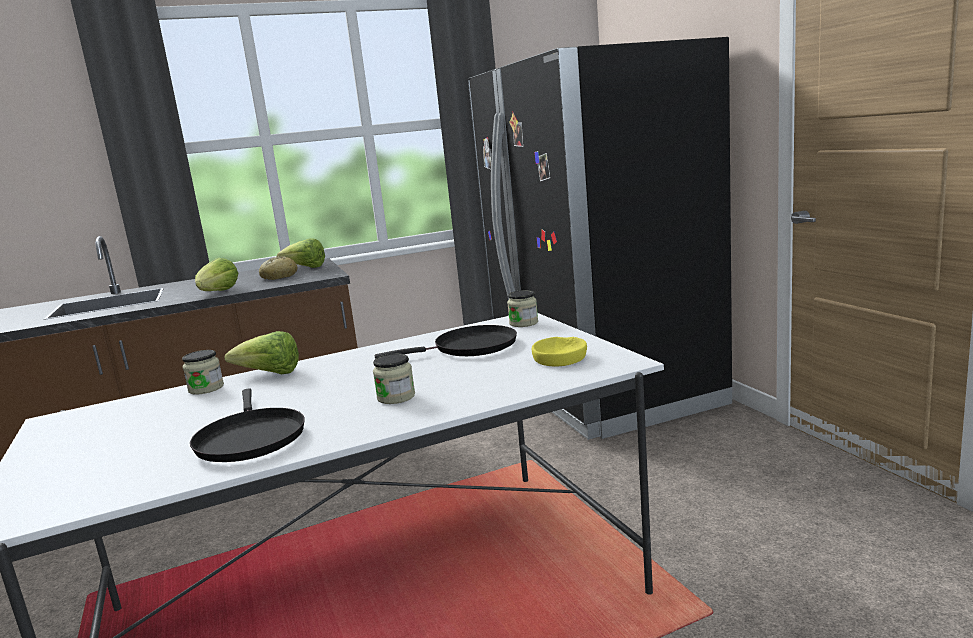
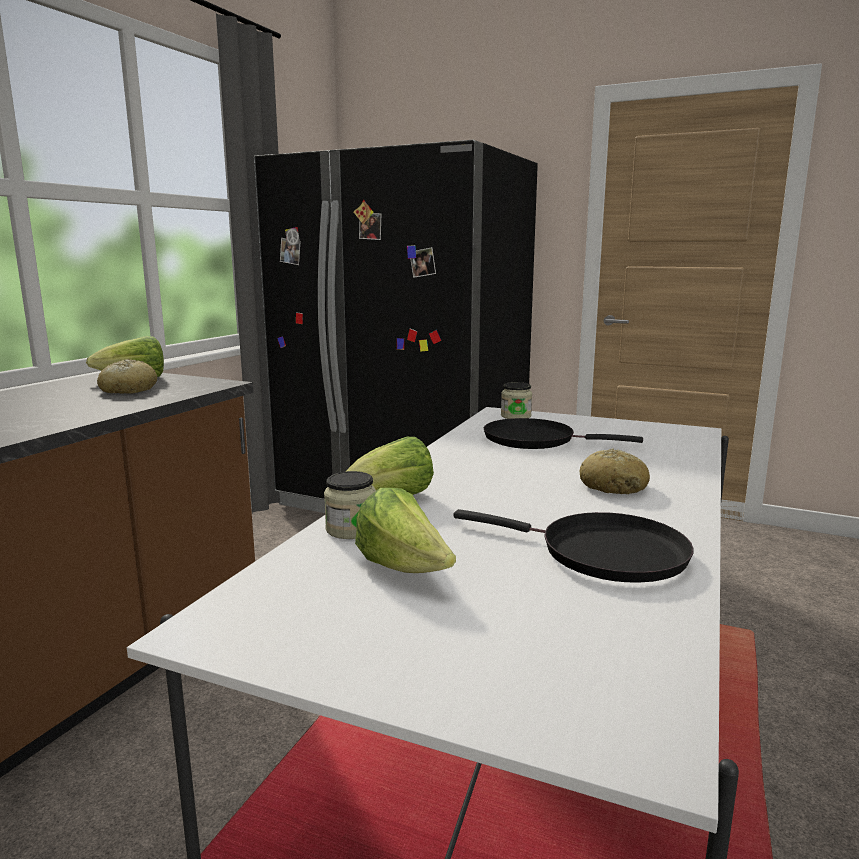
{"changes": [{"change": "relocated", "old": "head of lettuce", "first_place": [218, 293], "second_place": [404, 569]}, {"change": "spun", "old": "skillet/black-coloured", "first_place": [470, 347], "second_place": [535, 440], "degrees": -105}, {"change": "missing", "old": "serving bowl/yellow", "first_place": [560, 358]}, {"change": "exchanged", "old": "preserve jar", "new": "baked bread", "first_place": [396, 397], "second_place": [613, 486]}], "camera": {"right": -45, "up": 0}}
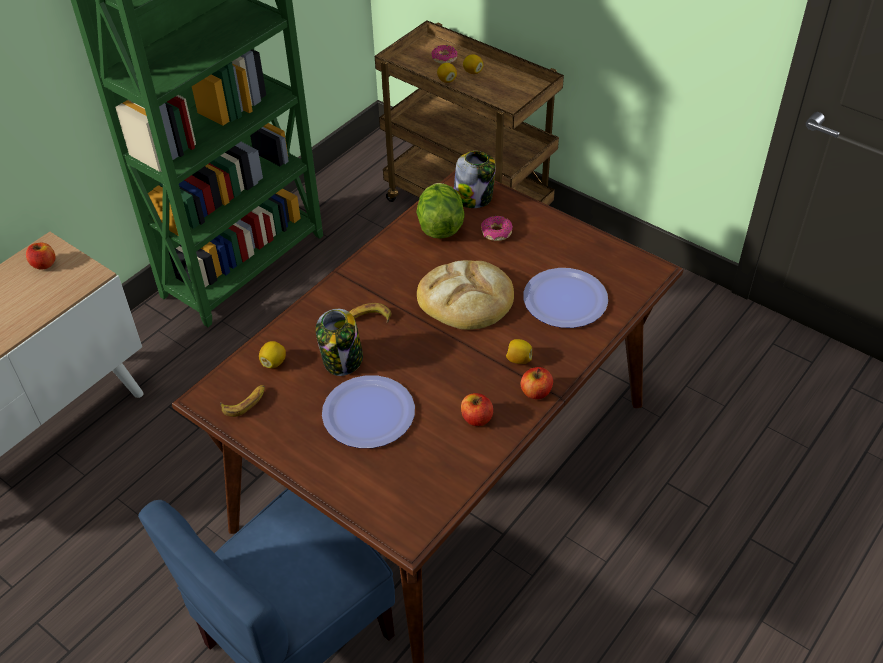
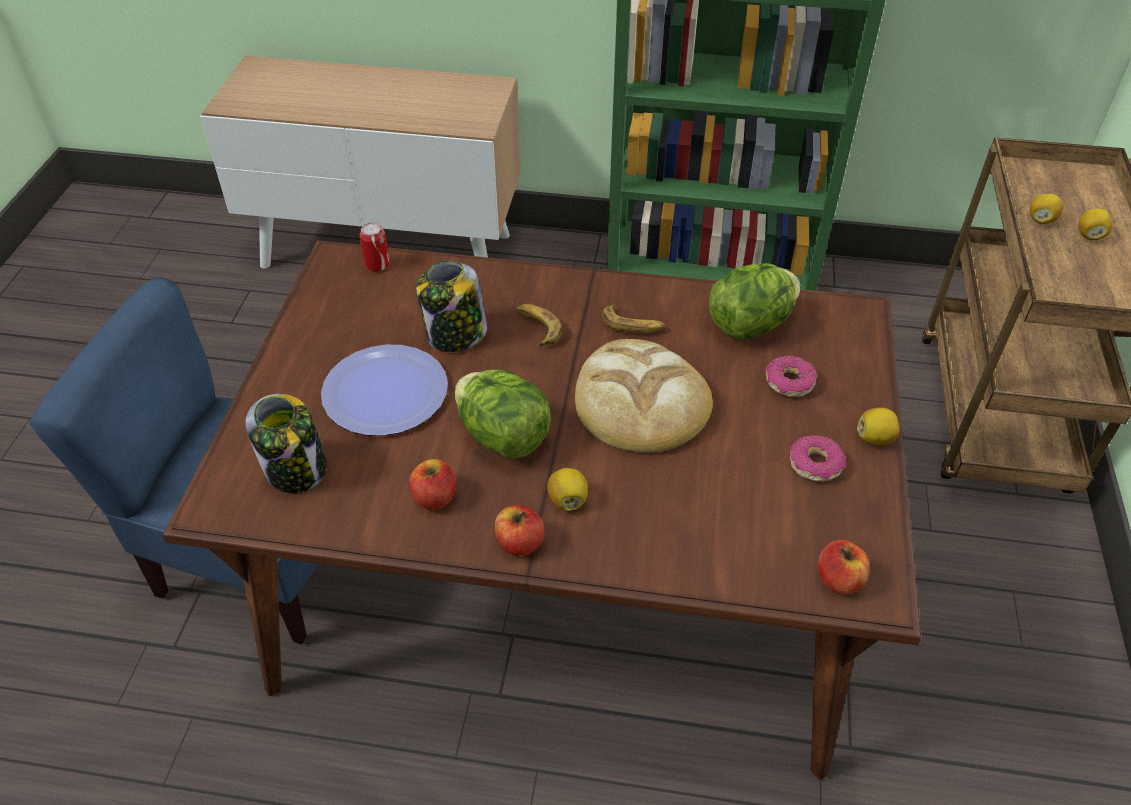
{"changes": [{"change": "relocated", "old": "ring doughnut", "first_place": [444, 59], "second_place": [815, 464]}, {"change": "relocated", "old": "preserve jar", "first_place": [474, 197], "second_place": [296, 469]}, {"change": "relocated", "old": "apple", "first_place": [44, 264], "second_place": [839, 580]}, {"change": "missing", "old": "dinner plate", "first_place": [565, 299]}, {"change": "relocated", "old": "whole lemon", "first_place": [274, 362], "second_place": [875, 438]}, {"change": "relocated", "old": "whole banana", "first_place": [245, 403], "second_place": [632, 325]}, {"change": "appeared", "new": "sealed can", "second_place": [377, 265]}, {"change": "appeared", "new": "head of lettuce", "second_place": [503, 437]}], "camera": {"right": 60, "up": 0}}
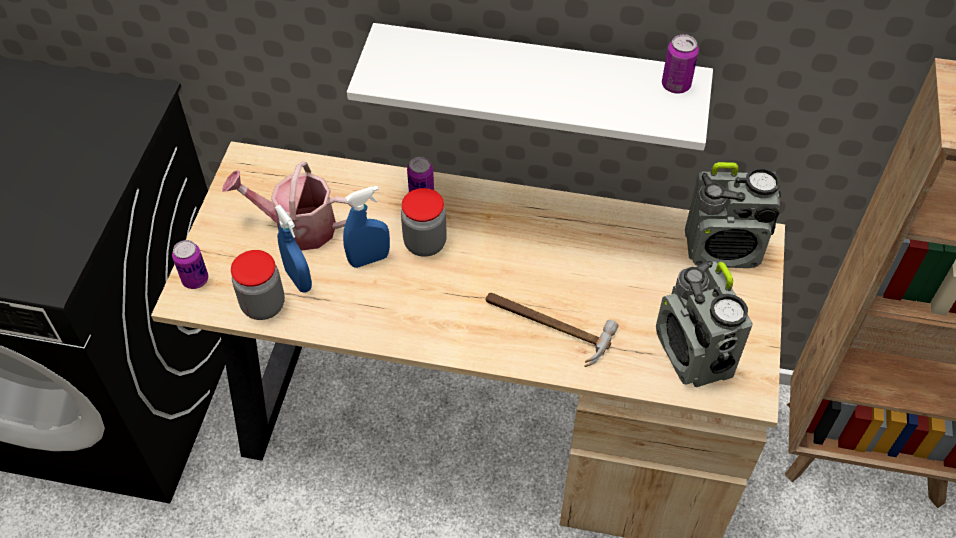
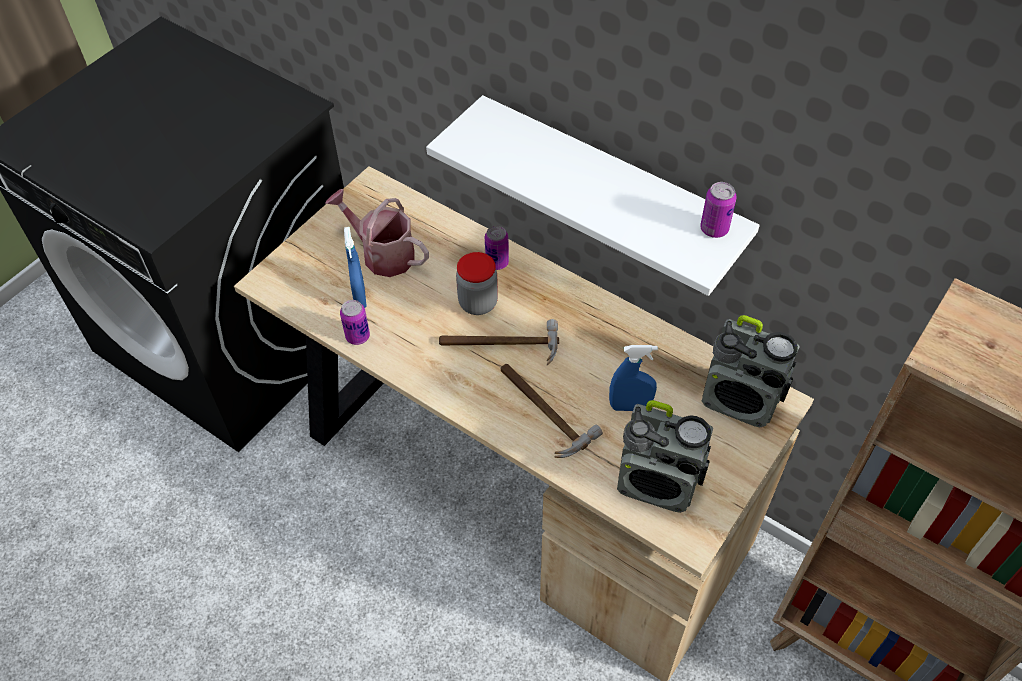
{"changes": [{"change": "relocated", "old": "spray bottle/blue-coloured", "first_place": [369, 259], "second_place": [630, 406]}, {"change": "relocated", "old": "sealed can", "first_place": [195, 280], "second_place": [357, 336]}, {"change": "missing", "old": "preserve jar", "first_place": [263, 305]}, {"change": "spun", "old": "radio set", "first_place": [693, 355], "second_place": [658, 484], "degrees": -75}, {"change": "appeared", "new": "tool hammer", "second_place": [499, 345]}], "camera": {"right": 25, "up": 0}}
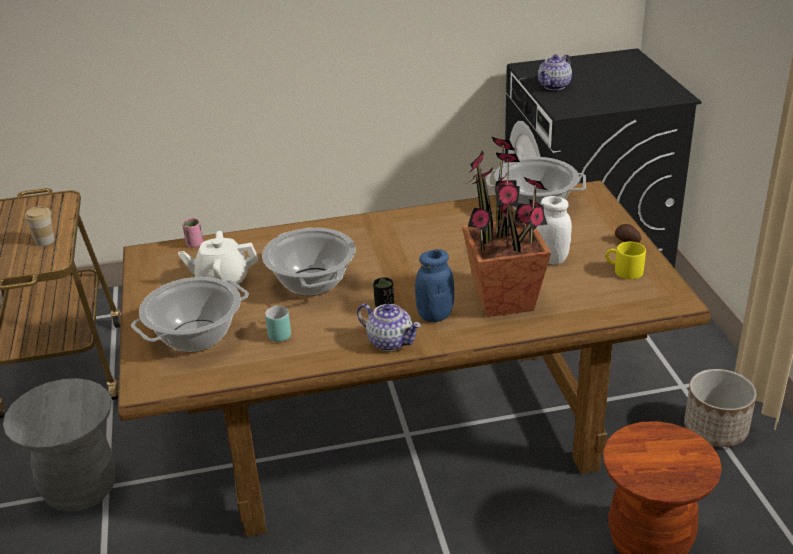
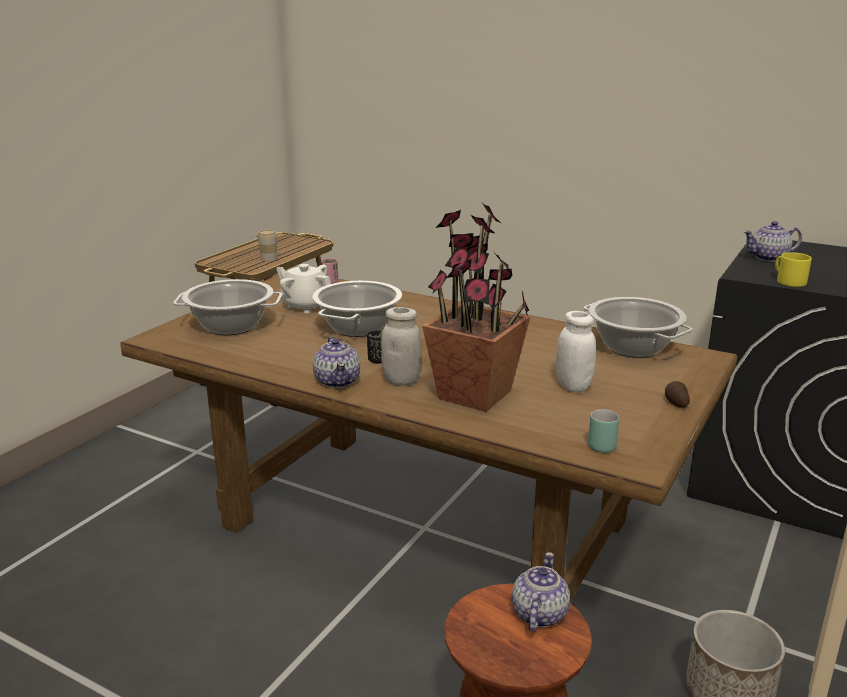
{"changes": [{"change": "relocated", "old": "coffee mug/yellow", "first_place": [623, 271], "second_place": [787, 281]}, {"change": "colour", "old": "preserve jar/blue-coloured", "new": "preserve jar/white", "first_place": [435, 315], "second_place": [401, 381]}, {"change": "relocated", "old": "coffee mug/turquoise-coloured", "first_place": [277, 333], "second_place": [602, 443]}, {"change": "missing", "old": "sitting stool/greyish", "first_place": [80, 489]}, {"change": "appeared", "new": "pot for tea", "second_place": [538, 614]}], "camera": {"right": 40, "up": -10}}
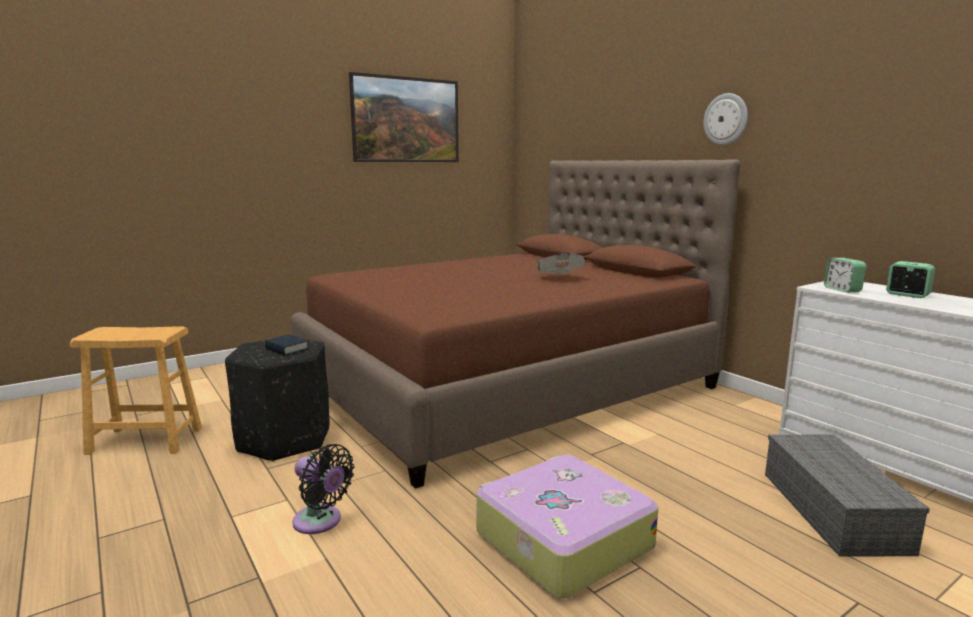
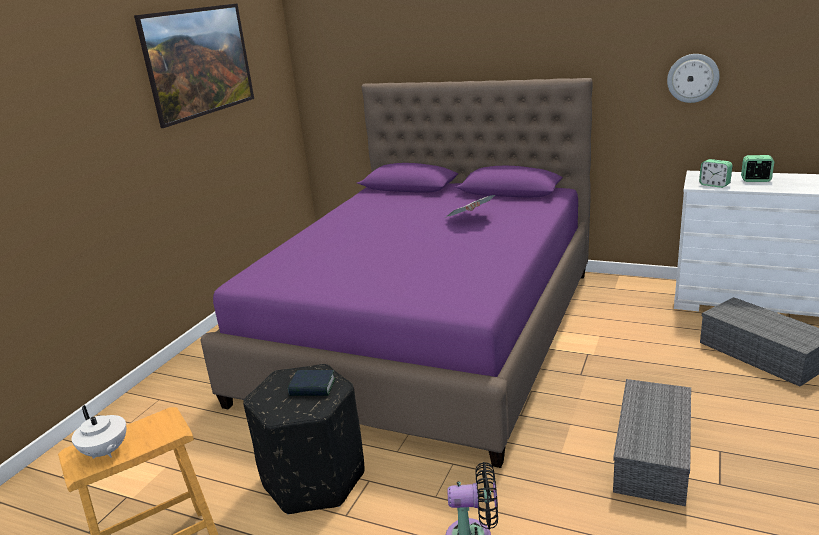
{"changes": [{"change": "relocated", "old": "clock on the wall", "first_place": [726, 119], "second_place": [692, 78]}, {"change": "colour", "old": "bedroom bed/brownish", "new": "bedroom bed/purplish", "first_place": [505, 384], "second_place": [428, 333]}, {"change": "exchanged", "old": "travel case", "new": "storage container/greyish", "first_place": [561, 539], "second_place": [653, 456]}, {"change": "appeared", "new": "pot for tea/white", "second_place": [105, 452]}], "camera": {"right": -30, "up": 10}}
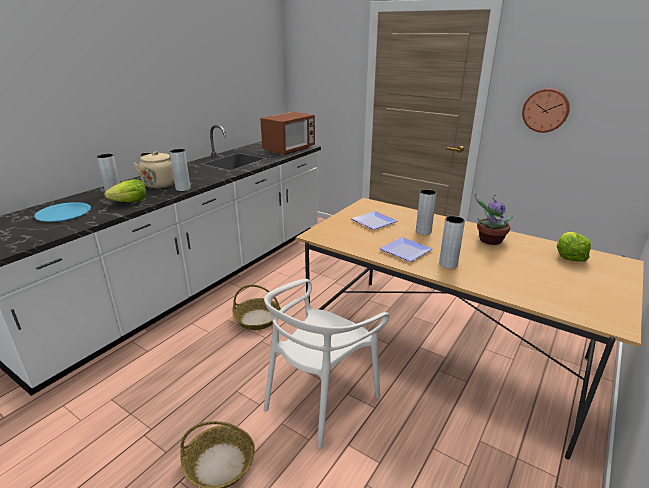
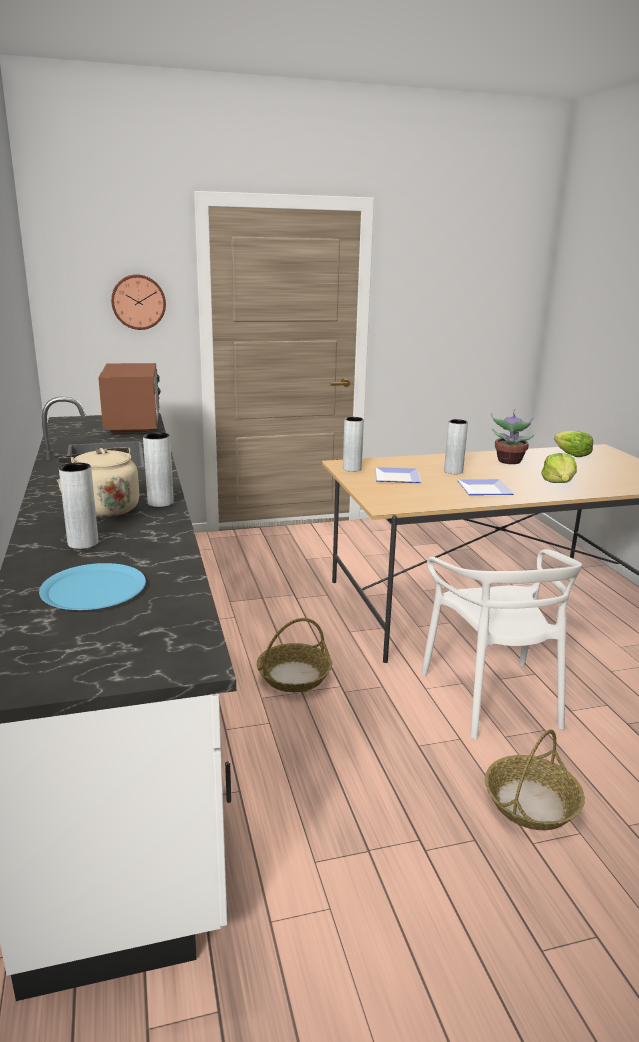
{"changes": [{"change": "relocated", "old": "clock on the wall", "first_place": [545, 110], "second_place": [138, 302]}, {"change": "relocated", "old": "head of lettuce", "first_place": [130, 202], "second_place": [558, 483]}, {"change": "relocated", "old": "decorative vase/greyish", "first_place": [448, 264], "second_place": [352, 469]}], "camera": {"right": -50, "up": -5}}
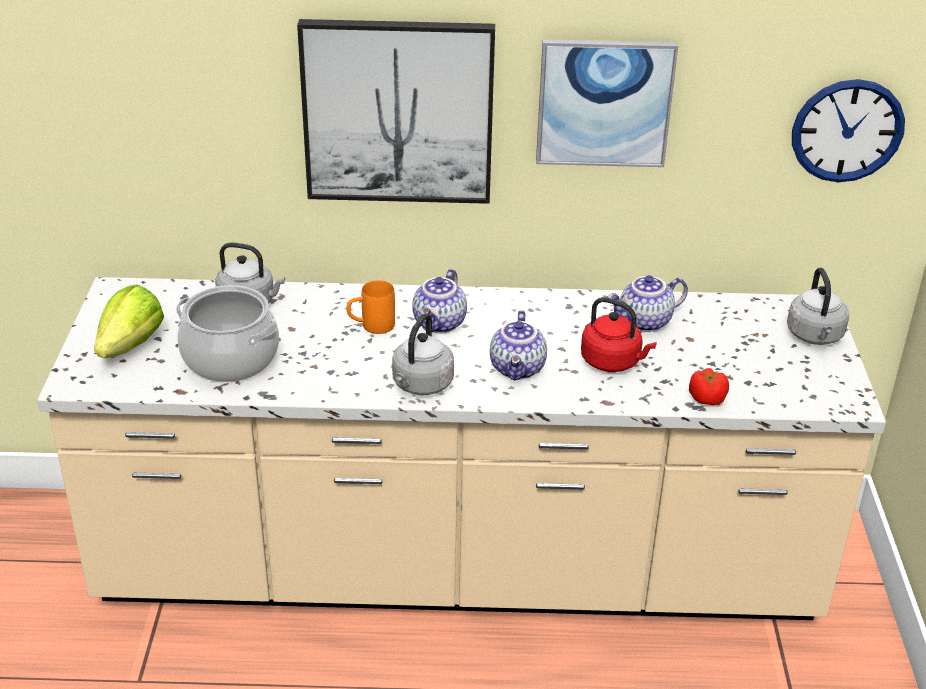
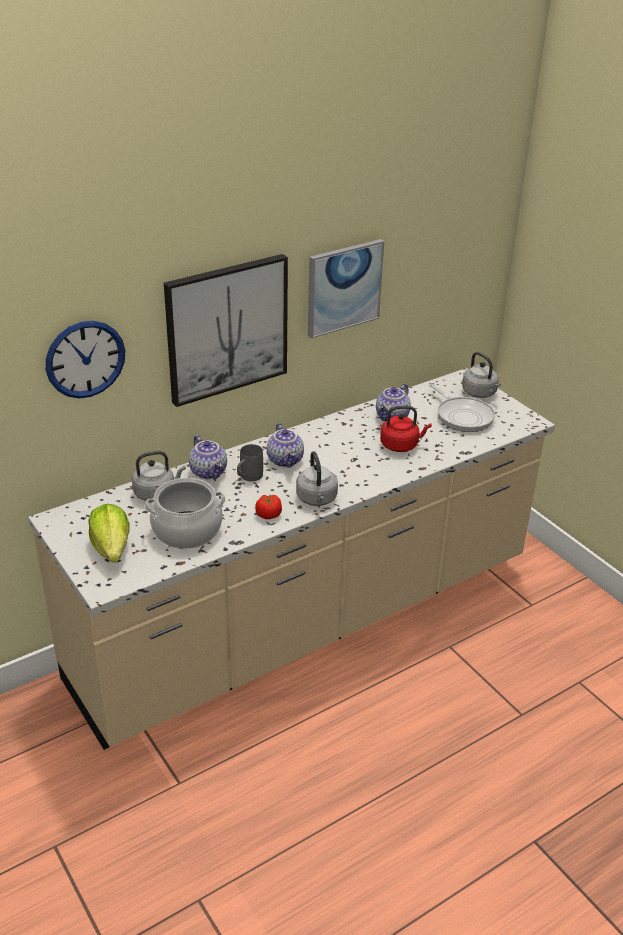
{"changes": [{"change": "relocated", "old": "clock on the wall", "first_place": [847, 131], "second_place": [85, 359]}, {"change": "colour", "old": "coffee mug/orange-coloured", "new": "coffee mug/greyish", "first_place": [371, 326], "second_place": [248, 477]}, {"change": "relocated", "old": "pot for tea", "first_place": [518, 369], "second_place": [209, 472]}, {"change": "relocated", "old": "fresh tomato", "first_place": [706, 398], "second_place": [268, 515]}, {"change": "appeared", "new": "skillet", "second_place": [462, 416]}], "camera": {"right": -35, "up": 0}}
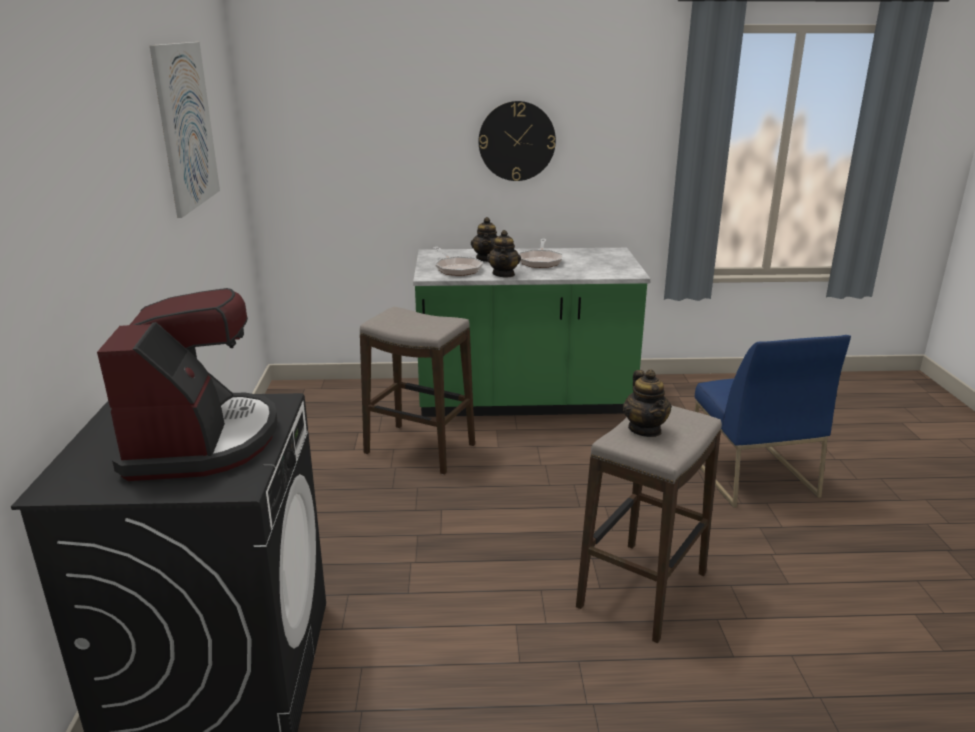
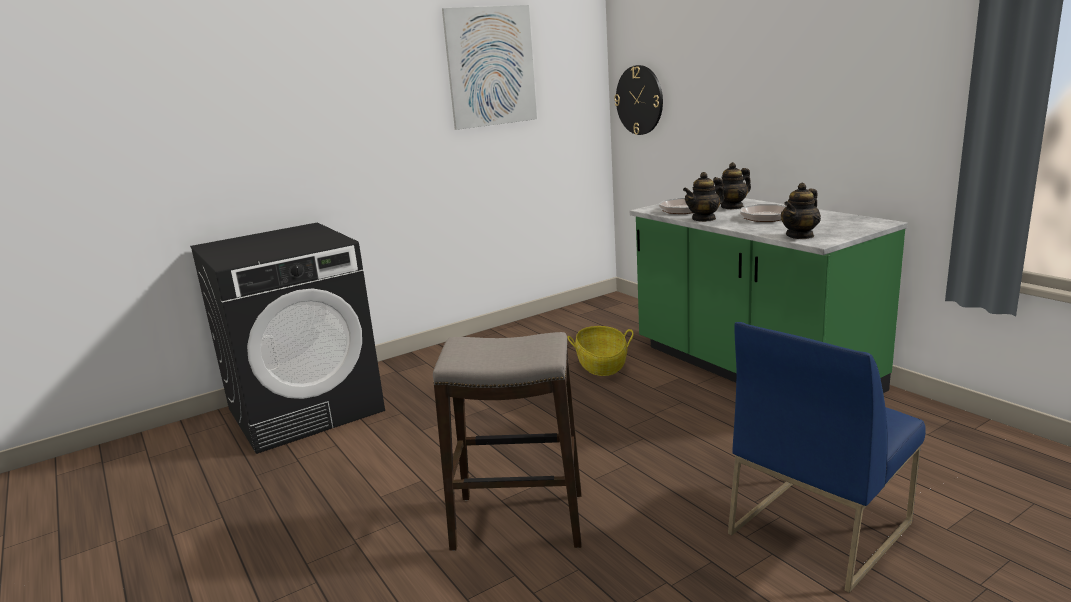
{"changes": [{"change": "relocated", "old": "clock on the wall", "first_place": [516, 141], "second_place": [639, 100]}, {"change": "missing", "old": "coffee brewer", "first_place": [201, 441]}, {"change": "exchanged", "old": "sitting stool", "new": "storage basket", "first_place": [420, 449], "second_place": [602, 365]}, {"change": "relocated", "old": "pot for tea", "first_place": [645, 429], "second_place": [800, 236]}], "camera": {"right": 60, "up": -5}}
